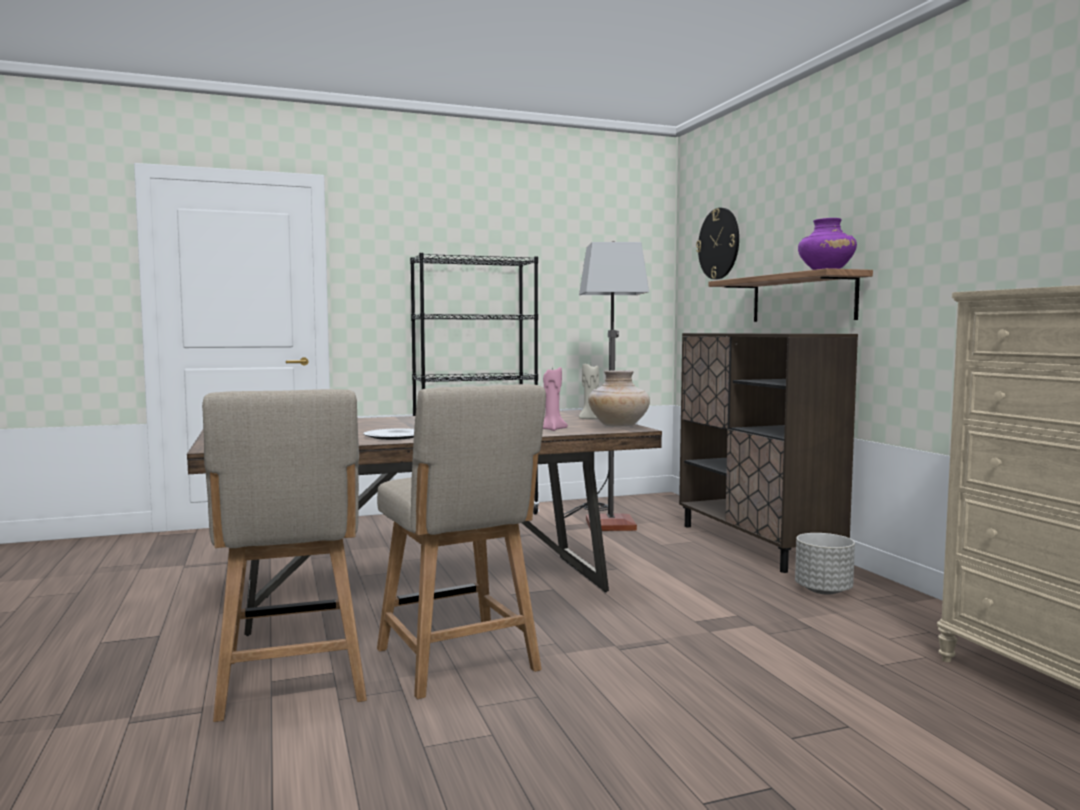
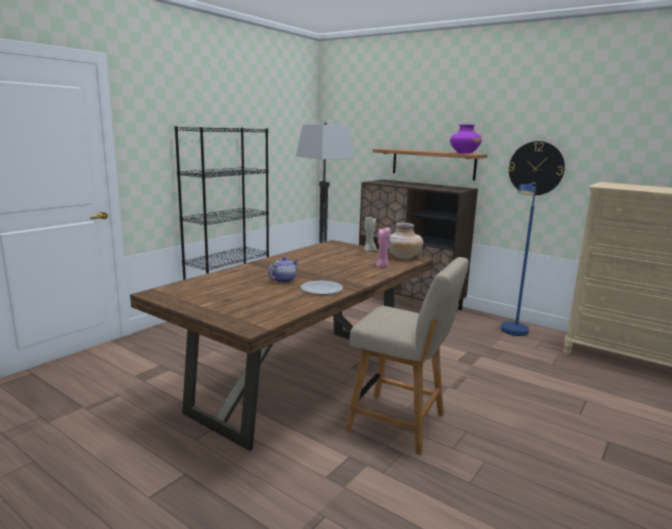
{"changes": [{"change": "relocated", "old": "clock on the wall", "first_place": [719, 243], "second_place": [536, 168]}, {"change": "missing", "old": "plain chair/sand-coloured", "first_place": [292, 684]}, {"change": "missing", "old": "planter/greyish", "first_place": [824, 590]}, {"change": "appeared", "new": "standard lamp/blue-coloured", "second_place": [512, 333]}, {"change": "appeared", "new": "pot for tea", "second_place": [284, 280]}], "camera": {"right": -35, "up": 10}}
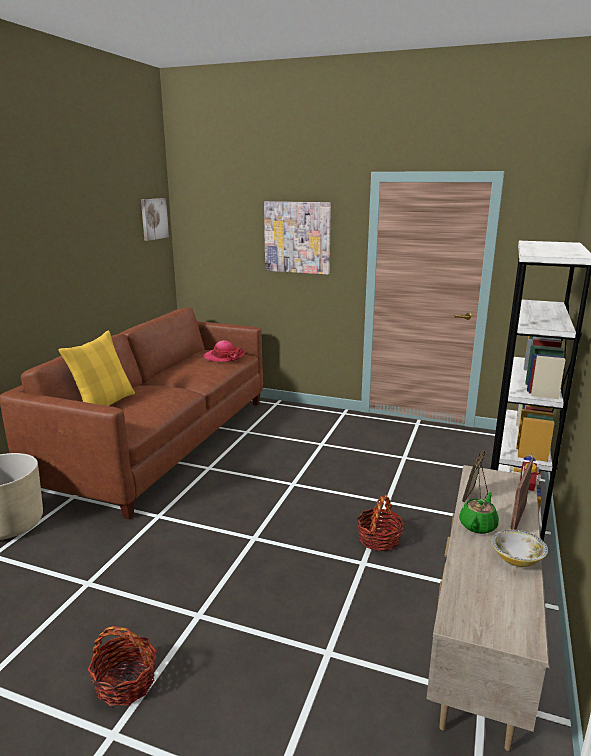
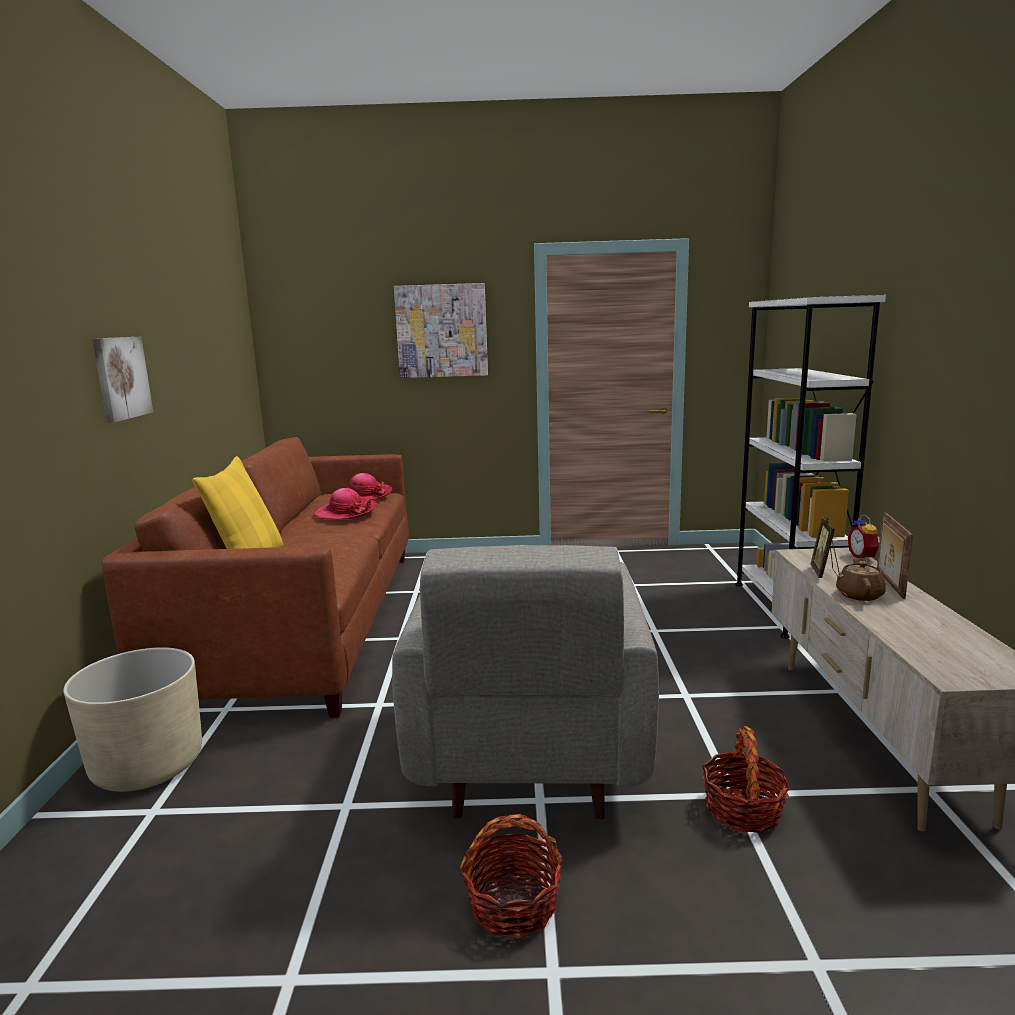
{"changes": [{"change": "relocated", "old": "picture", "first_place": [153, 219], "second_place": [121, 378]}, {"change": "colour", "old": "pot for tea/green", "new": "pot for tea/brownish", "first_place": [478, 525], "second_place": [859, 595]}, {"change": "relocated", "old": "storage basket", "first_place": [379, 539], "second_place": [743, 810]}, {"change": "missing", "old": "serving bowl", "first_place": [517, 559]}, {"change": "appeared", "new": "hat", "second_place": [346, 512]}, {"change": "appeared", "new": "armchair/greyish", "second_place": [528, 758]}], "camera": {"right": -20, "up": -5}}
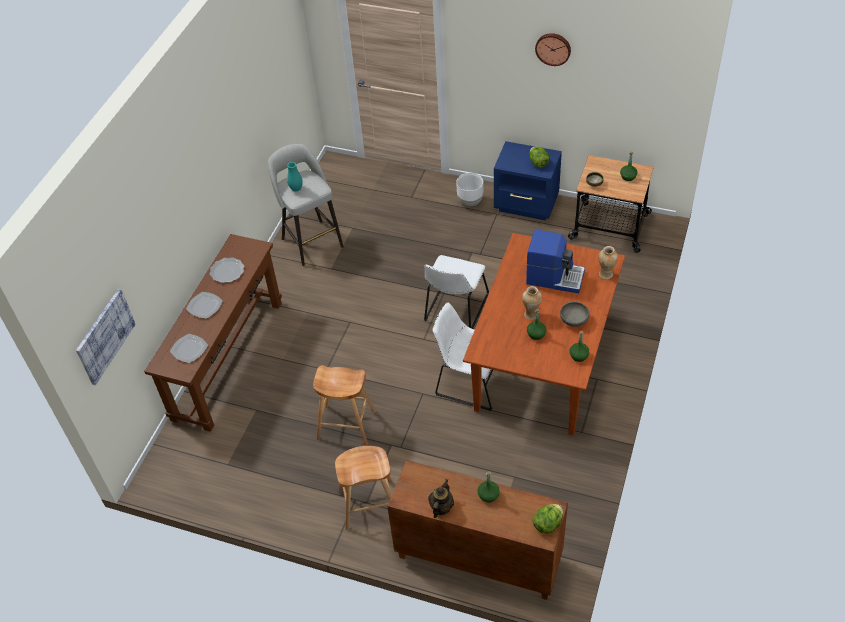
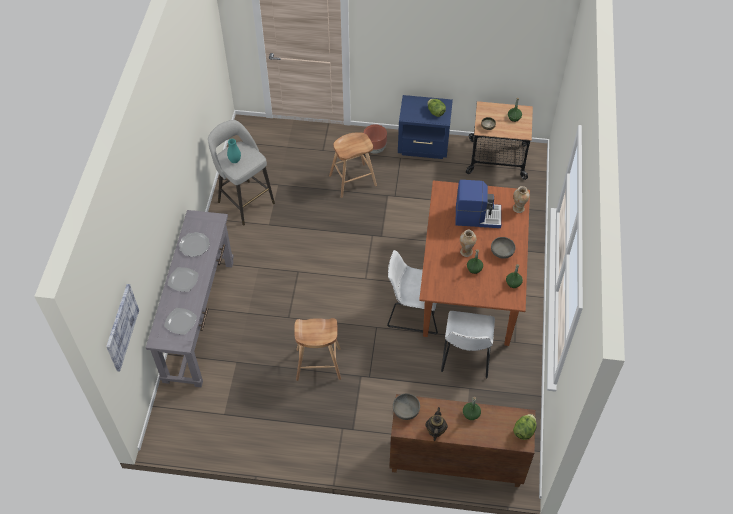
{"changes": [{"change": "missing", "old": "clock on the wall", "first_place": [553, 48]}, {"change": "colour", "old": "planter/white", "new": "planter/brownish", "first_place": [470, 201], "second_place": [375, 148]}, {"change": "colour", "old": "console table/brownish", "new": "console table/greyish", "first_place": [228, 359], "second_place": [199, 320]}, {"change": "relocated", "old": "plain chair/white", "first_place": [455, 309], "second_place": [466, 356]}, {"change": "relocated", "old": "sitting stool/brownish", "first_place": [368, 505], "second_place": [352, 180]}, {"change": "appeared", "new": "serving bowl/greyish", "second_place": [406, 410]}], "camera": {"right": -15, "up": 5}}
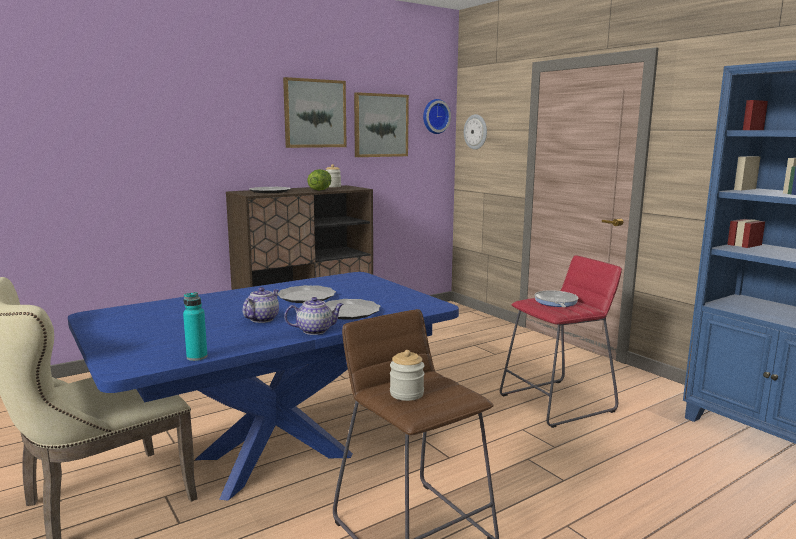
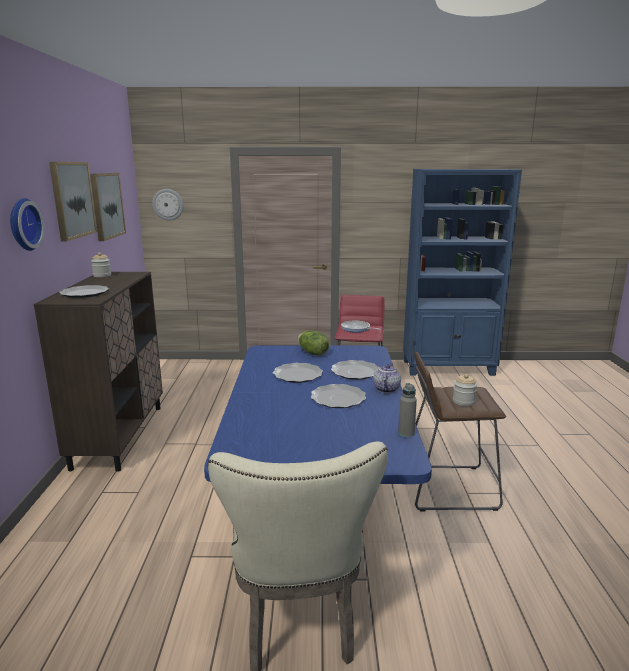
{"changes": [{"change": "relocated", "old": "clock on the wall", "first_place": [435, 116], "second_place": [22, 224]}, {"change": "relocated", "old": "head of lettuce", "first_place": [320, 190], "second_place": [312, 353]}, {"change": "exchanged", "old": "pot for tea", "new": "dinner plate", "first_place": [262, 319], "second_place": [337, 398]}, {"change": "colour", "old": "beverage bottle/turquoise-coloured", "new": "beverage bottle/greyish", "first_place": [197, 357], "second_place": [406, 433]}], "camera": {"right": -55, "up": 5}}
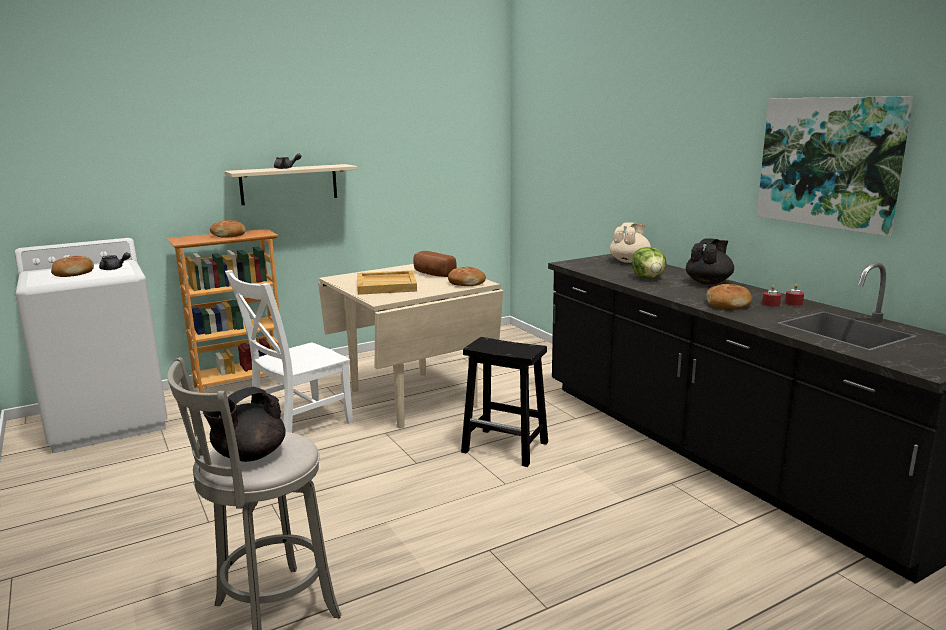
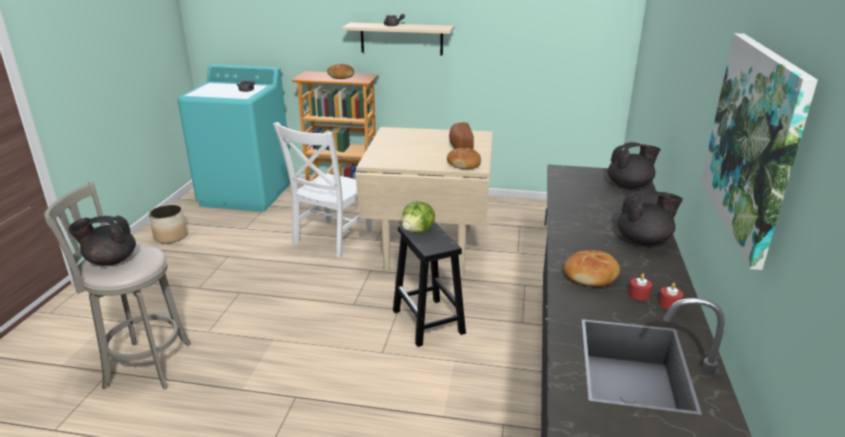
{"changes": [{"change": "colour", "old": "pot for tea/sand-coloured", "new": "pot for tea/black-coloured", "first_place": [629, 261], "second_place": [629, 185]}, {"change": "colour", "old": "washing machine/white", "new": "washing machine/turquoise-coloured", "first_place": [108, 421], "second_place": [247, 194]}, {"change": "relocated", "old": "head of lettuce", "first_place": [648, 278], "second_place": [418, 231]}, {"change": "missing", "old": "baked bread", "first_place": [74, 273]}, {"change": "spun", "old": "plain chair/white", "first_place": [297, 424], "second_place": [330, 239], "degrees": -60}, {"change": "missing", "old": "carrying tray/sand-coloured", "first_place": [387, 285]}, {"change": "appeared", "new": "planter", "second_place": [170, 237]}], "camera": {"right": 40, "up": 10}}
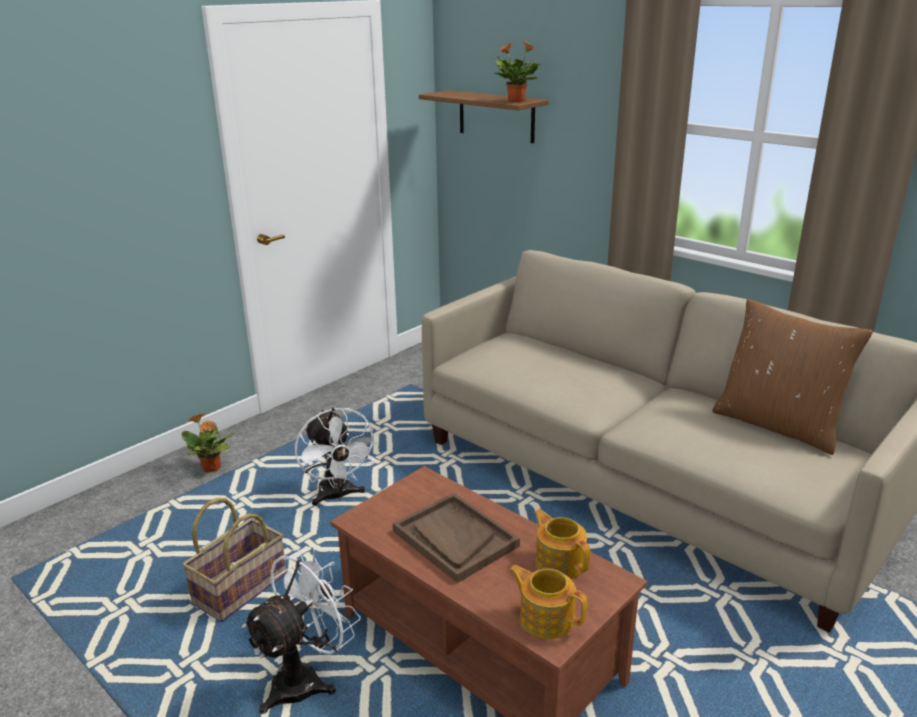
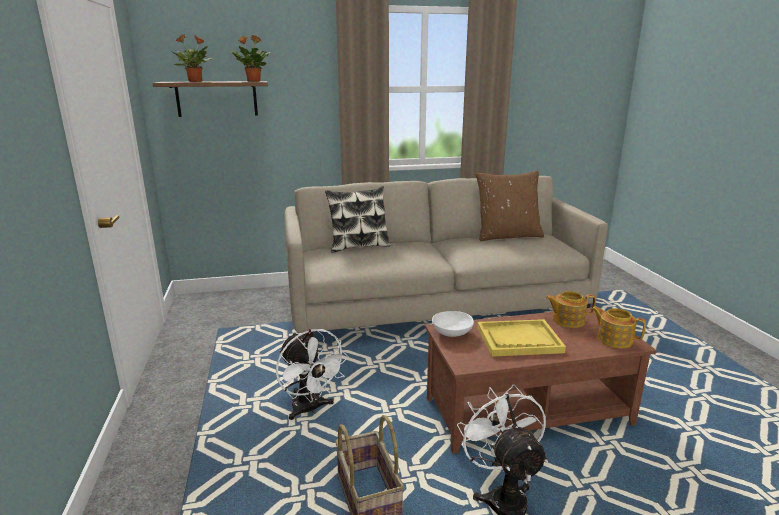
{"changes": [{"change": "spun", "old": "electric fan/white", "first_place": [337, 496], "second_place": [310, 409], "degrees": 45}, {"change": "relocated", "old": "houseplant", "first_place": [212, 468], "second_place": [196, 81]}, {"change": "colour", "old": "carrying tray/brownish", "new": "carrying tray/yellow", "first_place": [454, 538], "second_place": [518, 340]}, {"change": "spun", "old": "pot for tea", "first_place": [546, 618], "second_place": [614, 339], "degrees": 60}, {"change": "appeared", "new": "cushion", "second_place": [358, 246]}, {"change": "appeared", "new": "serving bowl/white", "second_place": [451, 333]}], "camera": {"right": -55, "up": -5}}
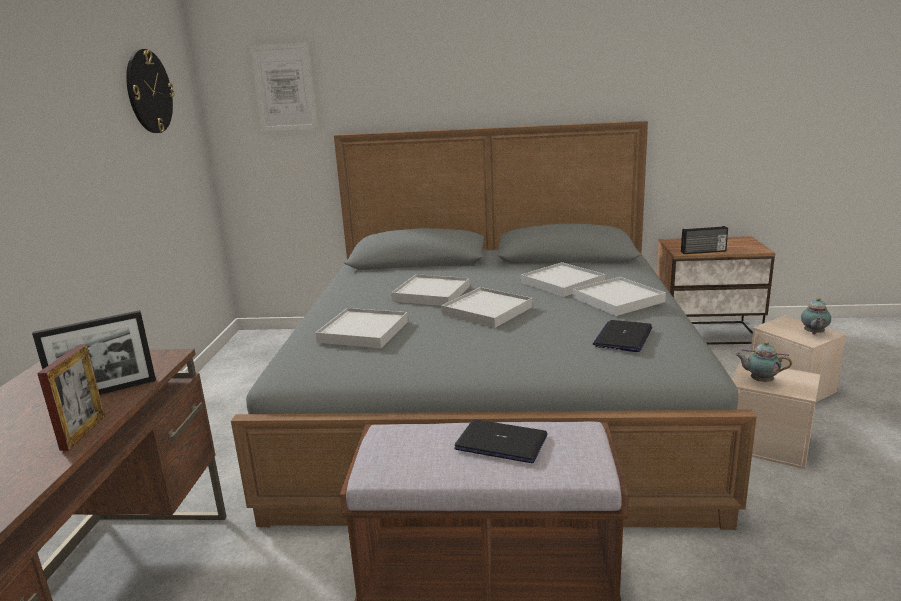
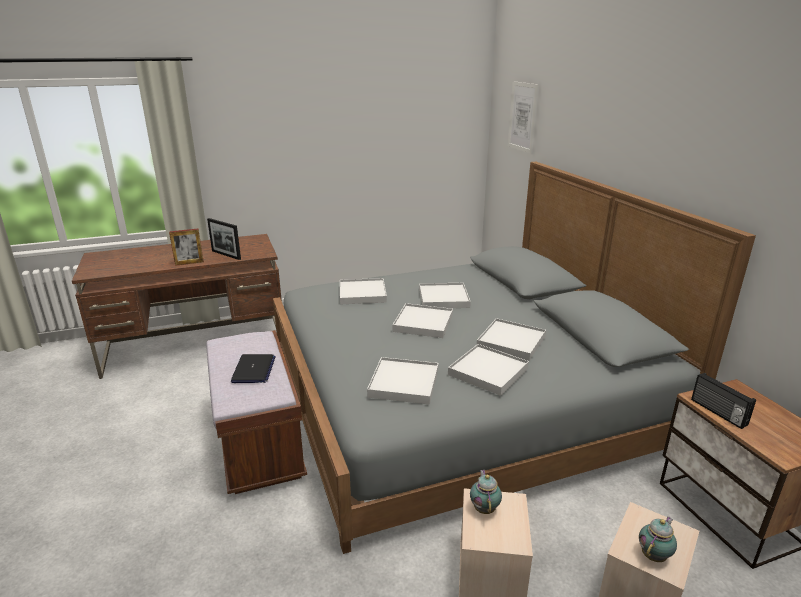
{"changes": [{"change": "missing", "old": "clock on the wall", "first_place": [149, 91]}, {"change": "spun", "old": "pot for tea", "first_place": [813, 333], "second_place": [654, 555], "degrees": 135}, {"change": "exchanged", "old": "notebook computer", "new": "carrying tray/white", "first_place": [623, 337], "second_place": [404, 383]}], "camera": {"right": 65, "up": 5}}
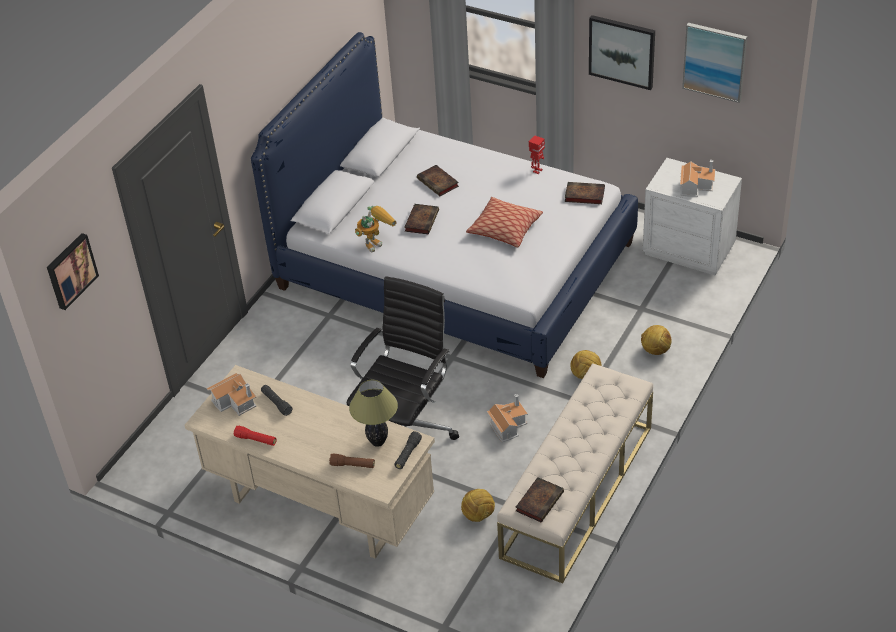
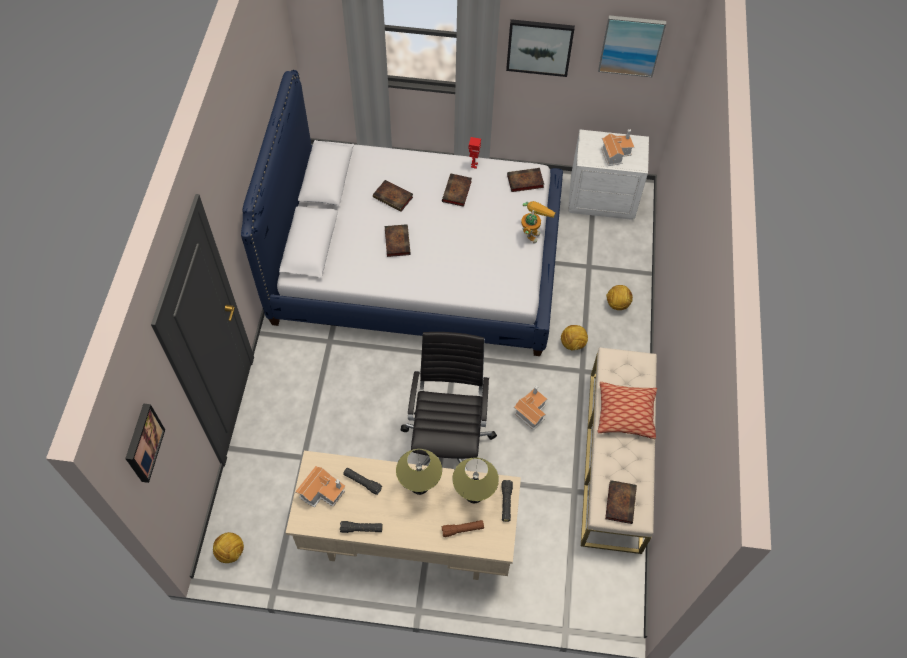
{"changes": [{"change": "relocated", "old": "cushion", "first_place": [504, 229], "second_place": [625, 414]}, {"change": "relocated", "old": "model robot", "first_place": [376, 241], "second_place": [532, 231]}, {"change": "colour", "old": "torch/red-coloured", "new": "torch/black-coloured", "first_place": [256, 440], "second_place": [361, 529]}, {"change": "relocated", "old": "football", "first_place": [478, 515], "second_place": [231, 552]}, {"change": "appeared", "new": "bound book", "second_place": [457, 192]}, {"change": "appeared", "new": "table lamp", "second_place": [419, 489]}], "camera": {"right": -25, "up": 15}}
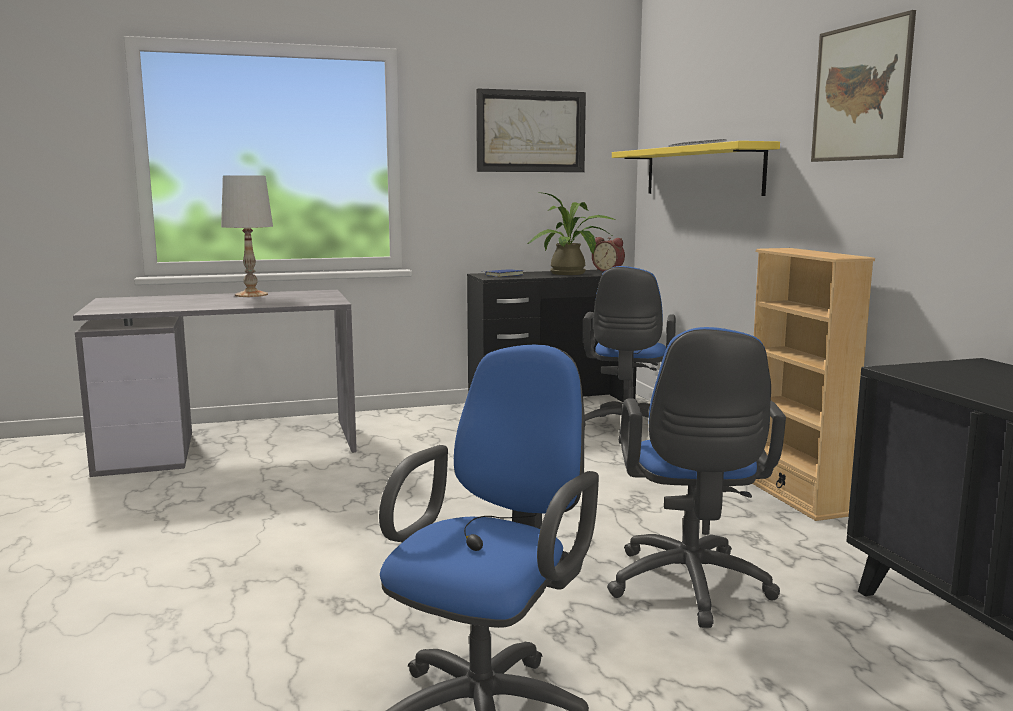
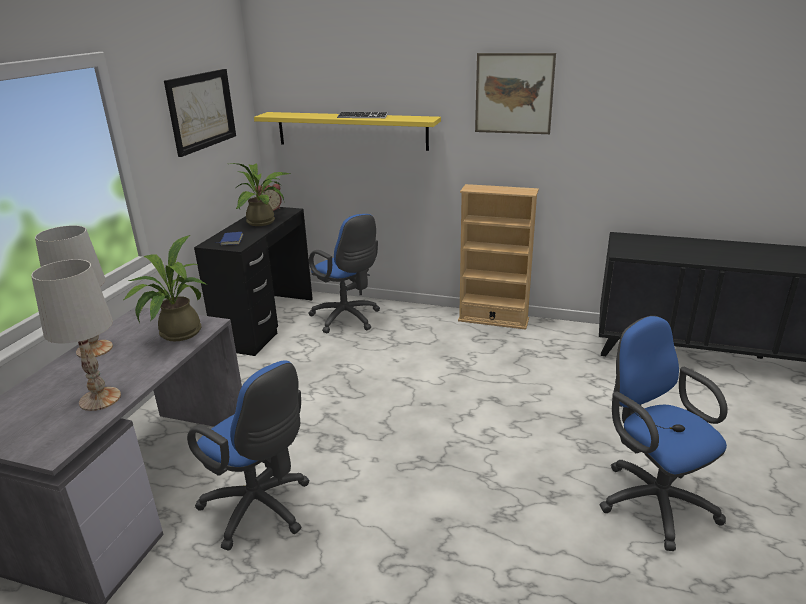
{"changes": [{"change": "relocated", "old": "computer chair/blue-coloured", "first_place": [690, 589], "second_place": [261, 510]}, {"change": "appeared", "new": "houseplant", "second_place": [176, 335]}, {"change": "appeared", "new": "table lamp/white", "second_place": [99, 399]}], "camera": {"right": -55, "up": 15}}
